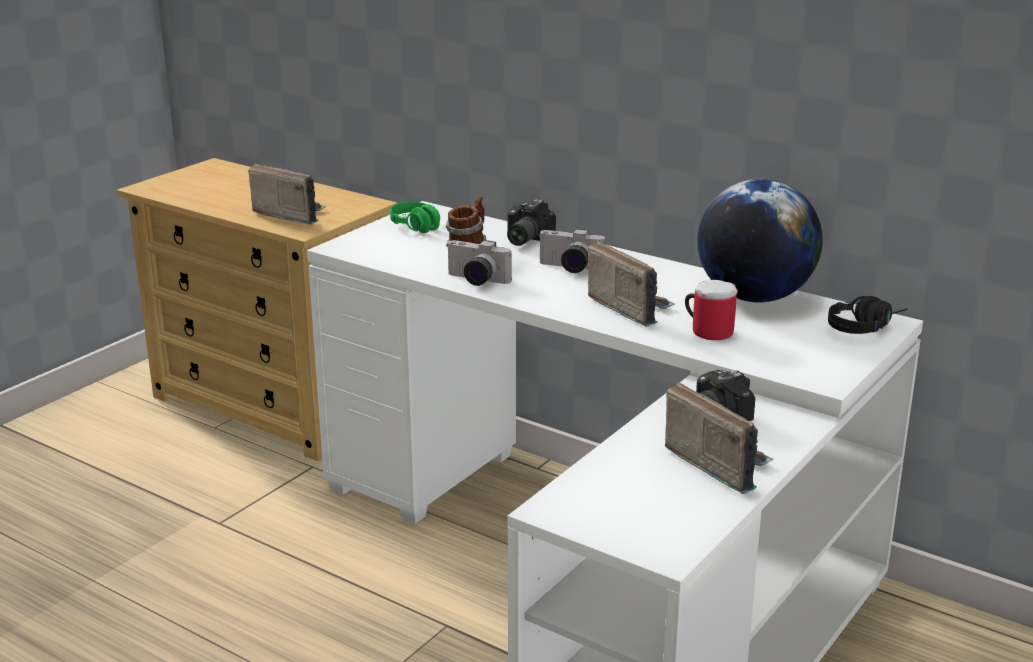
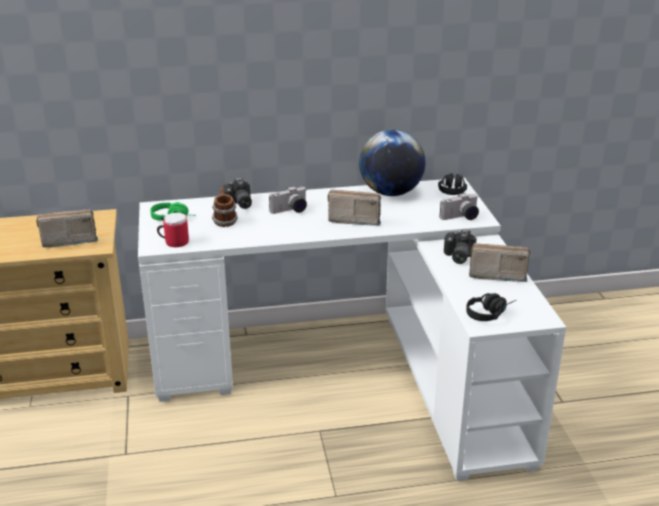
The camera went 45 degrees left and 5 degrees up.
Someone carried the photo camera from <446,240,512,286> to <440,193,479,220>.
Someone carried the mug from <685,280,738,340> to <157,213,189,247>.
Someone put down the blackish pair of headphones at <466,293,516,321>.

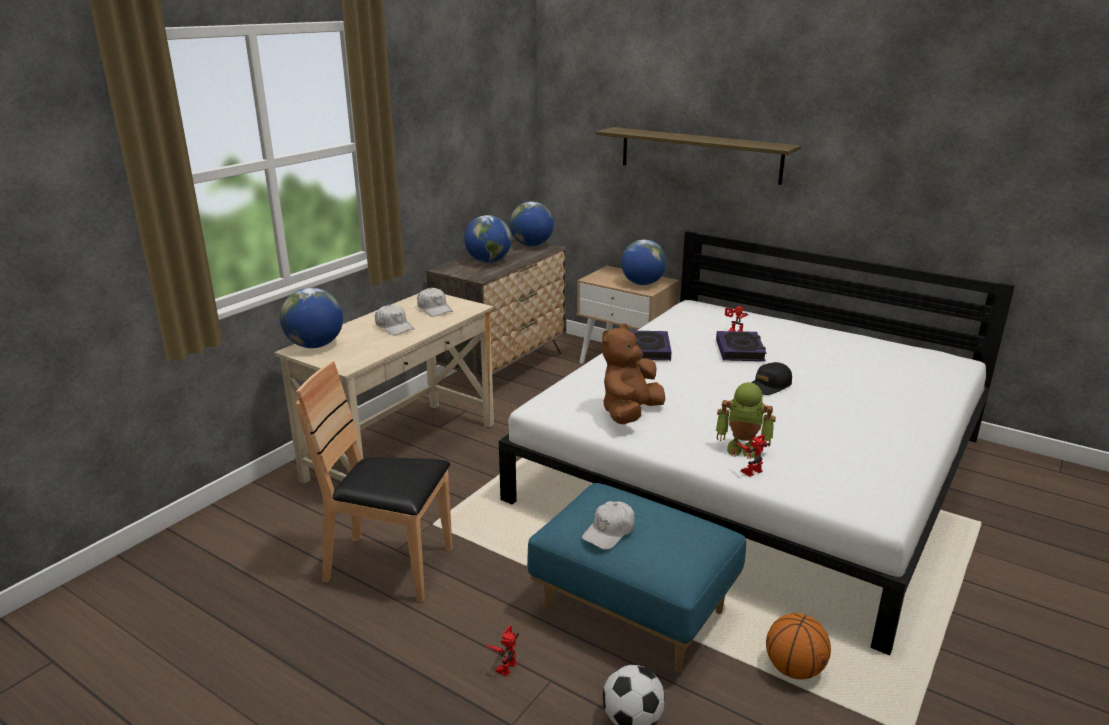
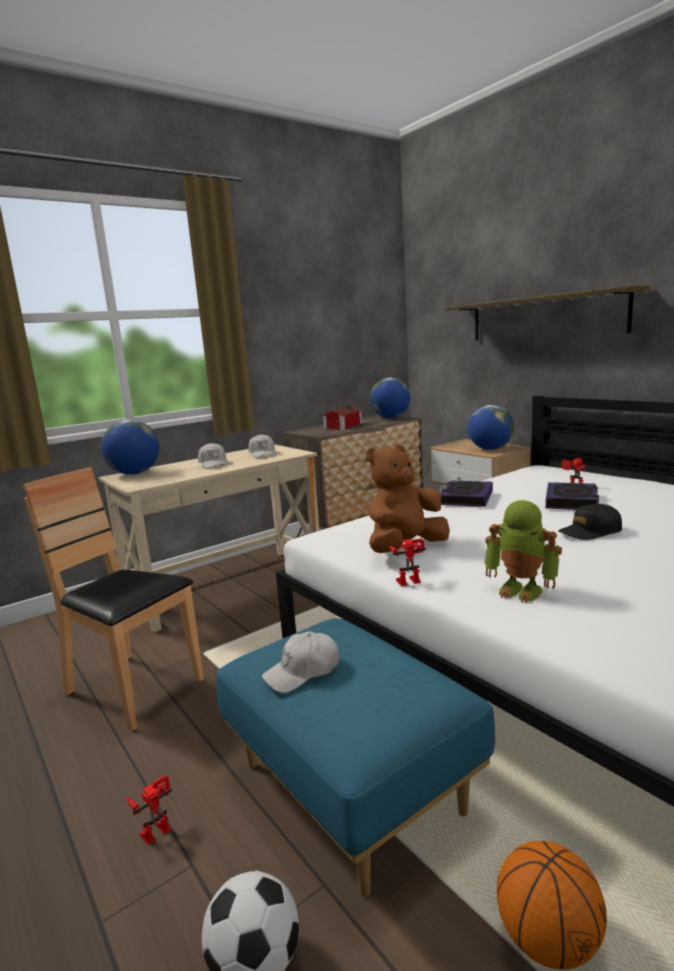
The camera went 20 degrees right and 10 degrees down.
Someone swapped the desk globe at <464,215,512,263> for the toy house at <321,404,363,430>.
Someone carried the robot figure from <737,434,769,477> to <390,539,426,586>.

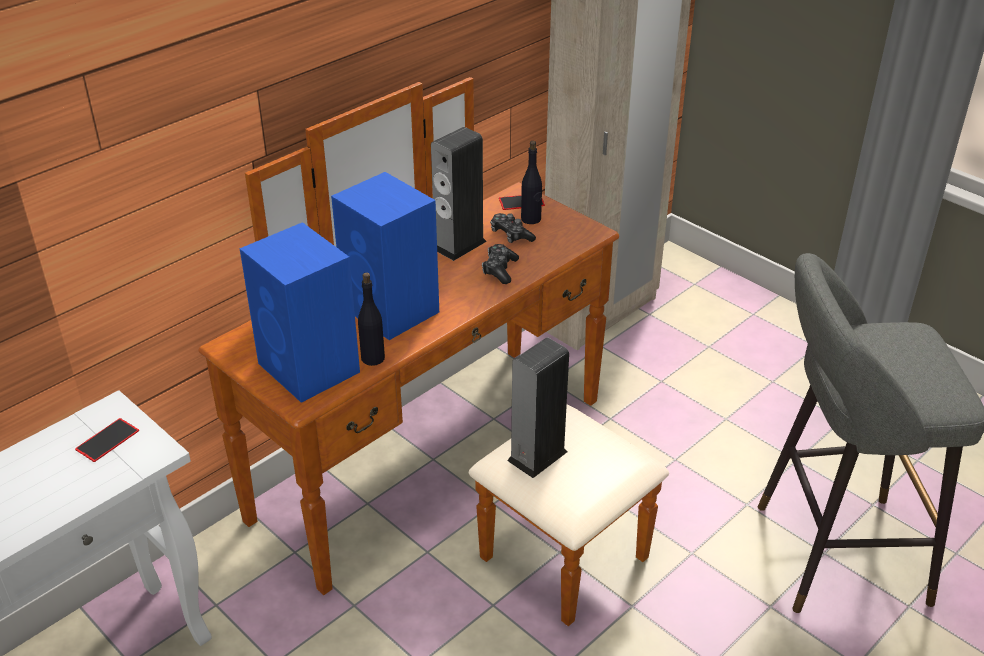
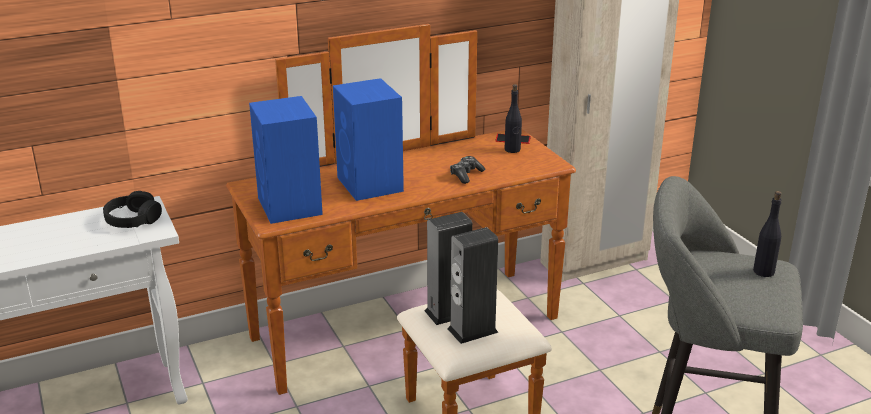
The camera went 20 degrees right and 10 degrees down.
Someone carried the audio speaker from <431,127,487,261> to <447,227,499,344>.
Someone took away the game controller at <490,213,536,243>.
Someone carried the blackish beverage bottle from <358,273,385,366> to <753,191,781,277>.
Someone swapped the handset at <75,418,139,462> for the blackish pair of headphones at <103,191,162,228>.

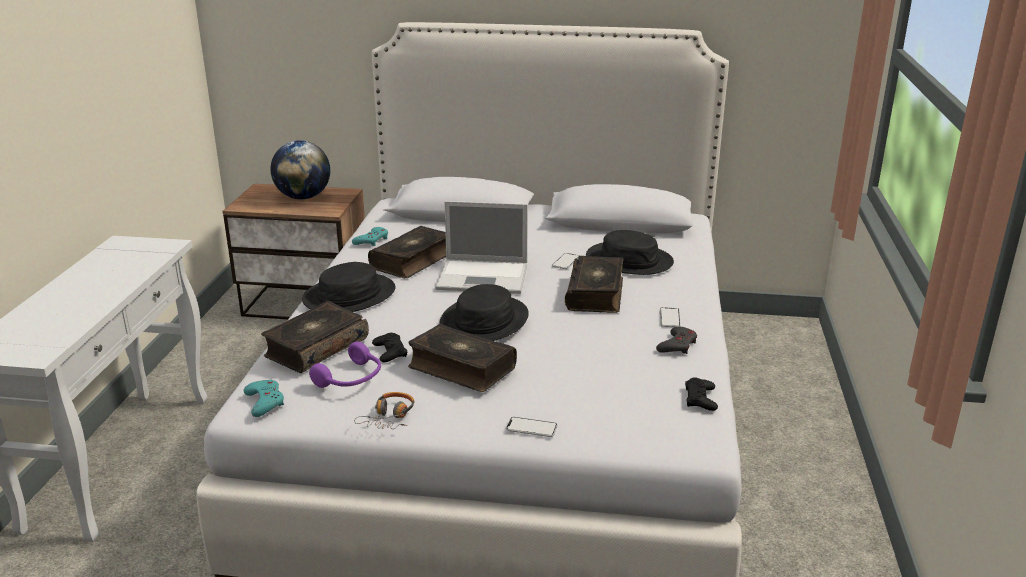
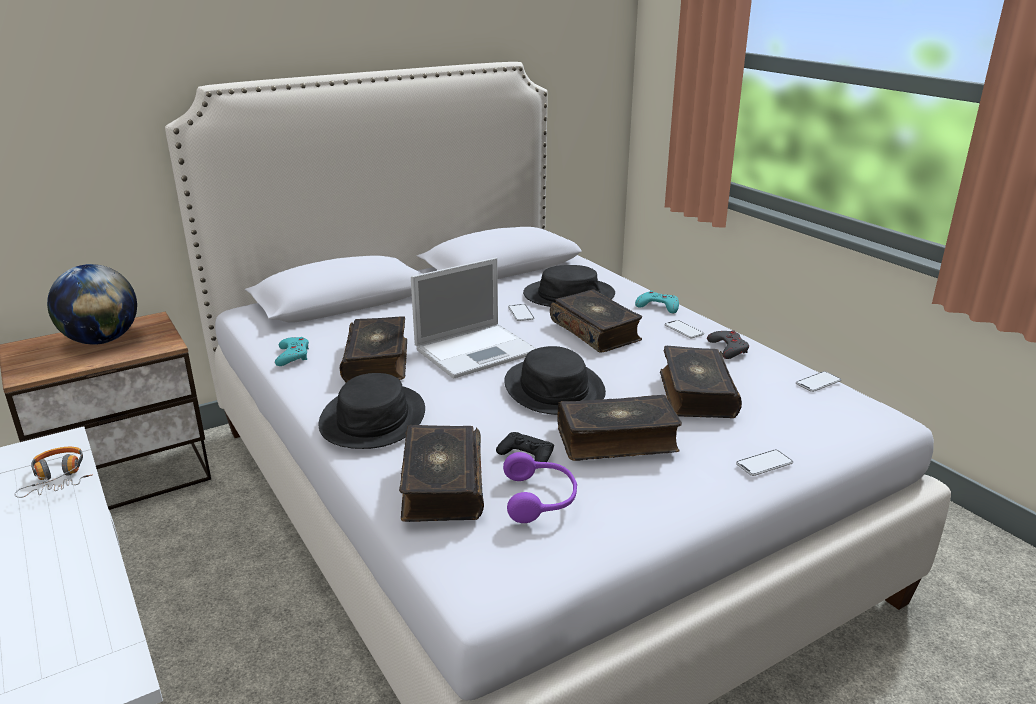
The camera went 40 degrees left and 0 degrees up.
Someone swapped the blackish game controller at <685,377,718,411> for the handset at <796,371,841,392>.
Someone carried the turquoise game controller from <244,380,284,417> to <635,290,679,313>.
Someone carried the pair of headphones from <354,392,414,429> to <14,447,93,498>.
Someone put down the book at <660,346,742,418>.

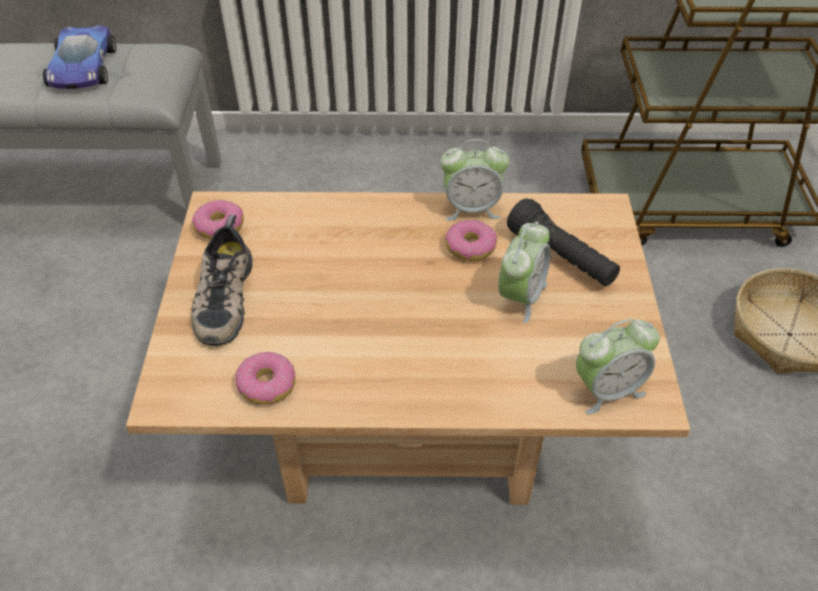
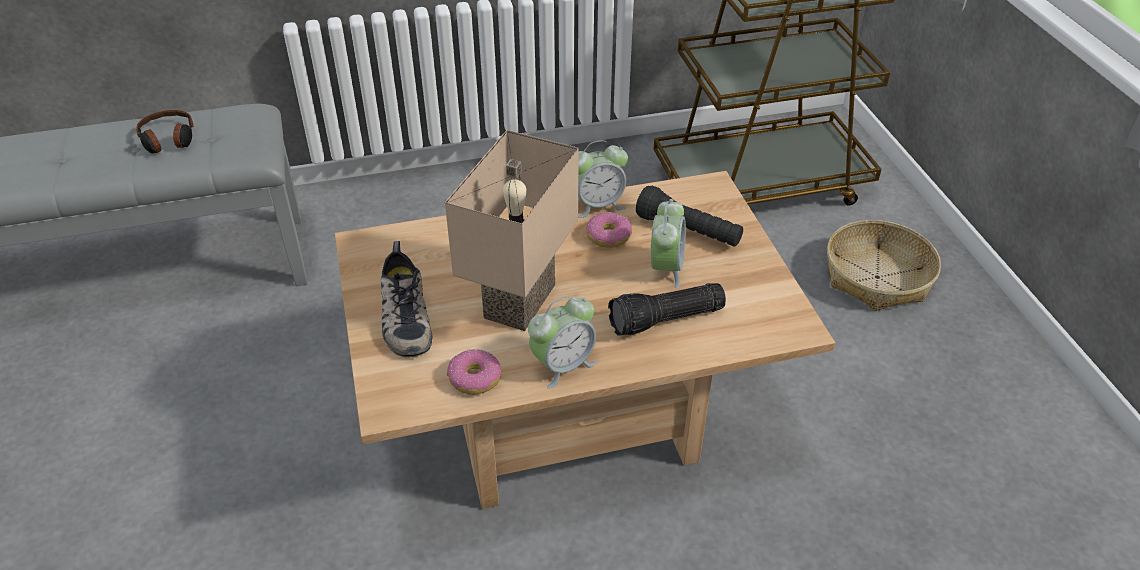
The camera went 15 degrees left and 5 degrees down.
Someone swapped the model car at <43,25,116,89> for the pair of headphones at <136,110,194,154>.
Someone took away the donut at <192,200,244,240>.
Someone carried the alarm clock from <576,319,660,414> to <528,296,597,389>.
Someone put down the beige-coloured lamp for a table at <445,130,579,331>.
Someone put down the flashlight at <608,283,726,336>.

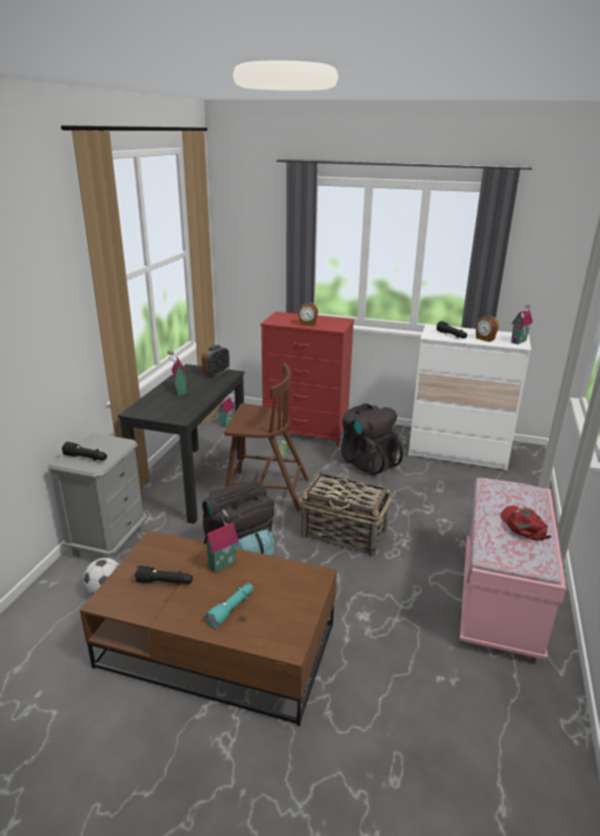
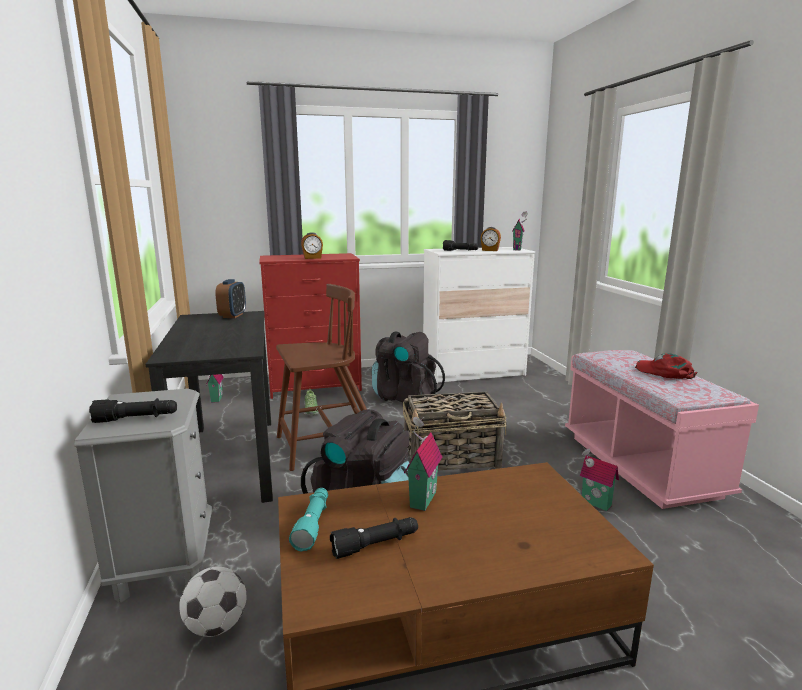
The camera went 30 degrees left and 10 degrees down.
Someone carried the toy house from <167,350,187,396> to <580,447,619,511>.
Someone carried the turquoise flashlight from <205,583,253,628> to <289,488,328,552>.

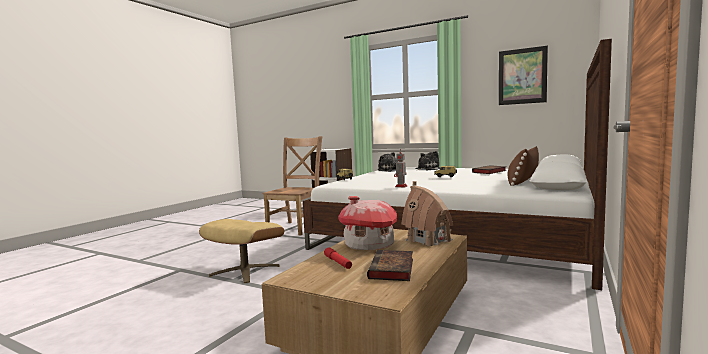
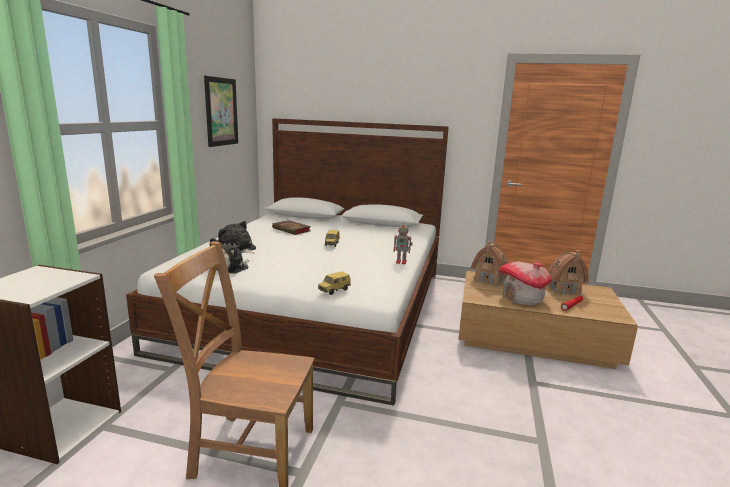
The camera went 105 degrees left and 10 degrees up.
Someone took away the brownish pillow at <507,146,539,186>.
Someone took away the beige-coloured ottoman at <199,219,285,283>.
Someone swapped the book at <367,250,413,281> for the toy house at <547,250,589,295>.

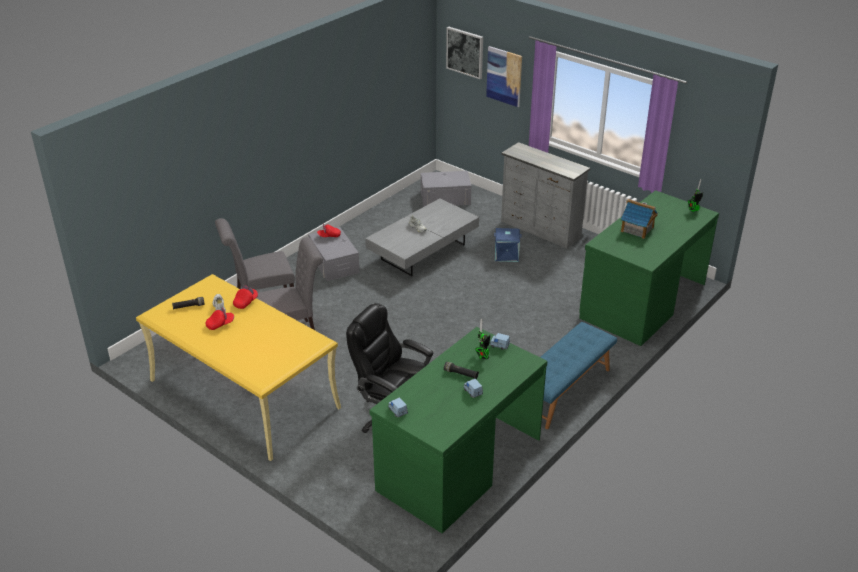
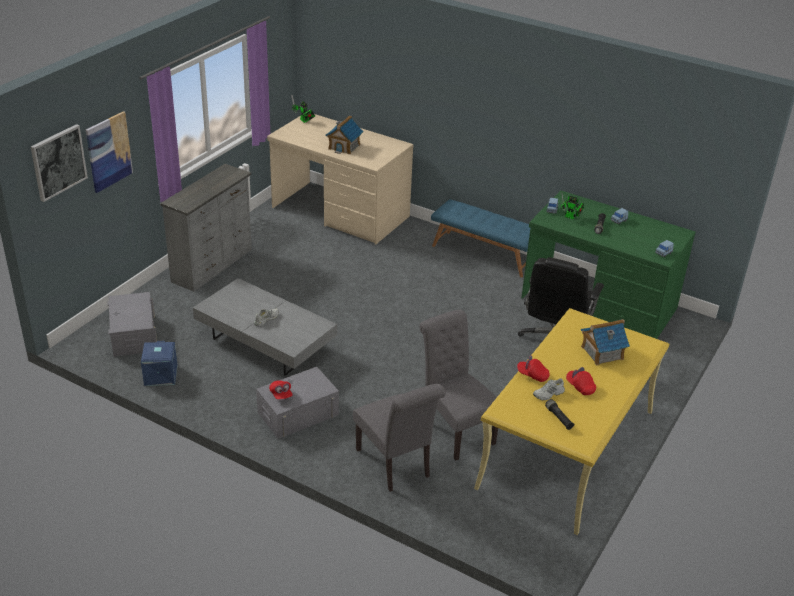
The camera went 100 degrees left and 0 degrees up.
Someone repainted the green desk unit at <579,190,719,346>, which became the beige-coloured desk unit at <267,114,413,245>.
Someone carried the blue-coloured storage container from <494,228,521,262> to <141,341,178,386>.
Someone put down the toy house at <581,319,630,366>.

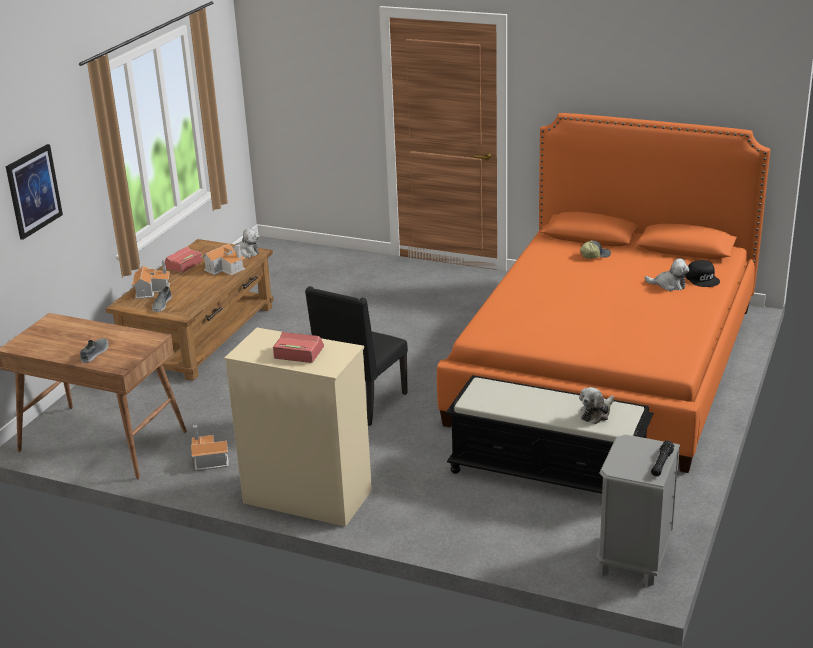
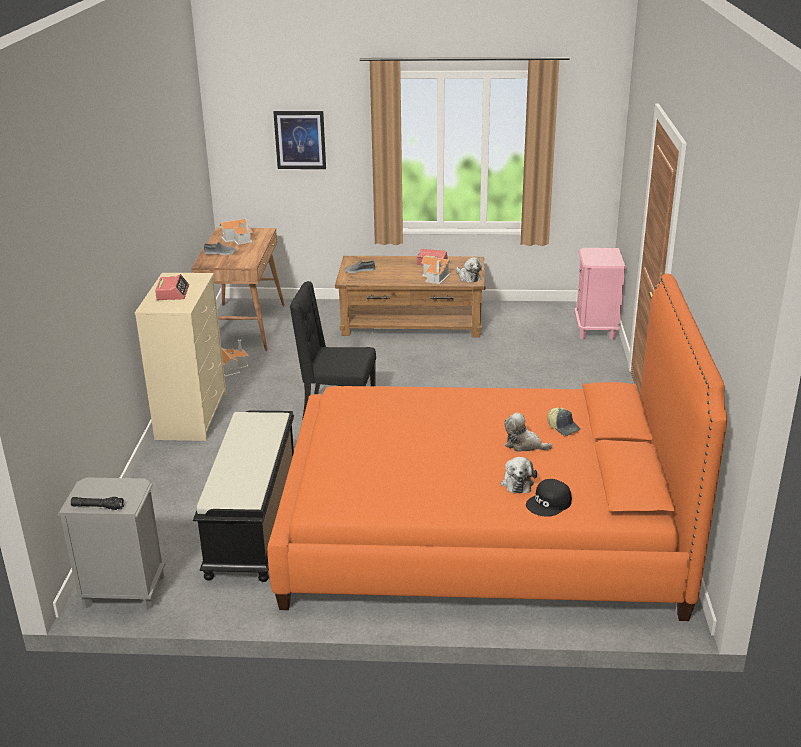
The camera went 70 degrees right and 0 degrees up.
Someone carried the toy house from <132,260,170,299> to <219,219,253,245>.
Someone carried the plush toy from <579,387,614,424> to <504,413,553,452>.
Someone put down the pink-coloured bedside table at <574,248,625,340>.

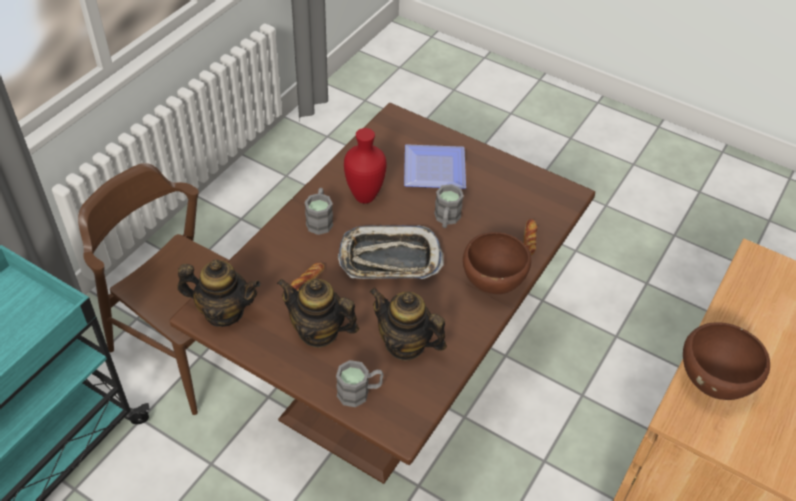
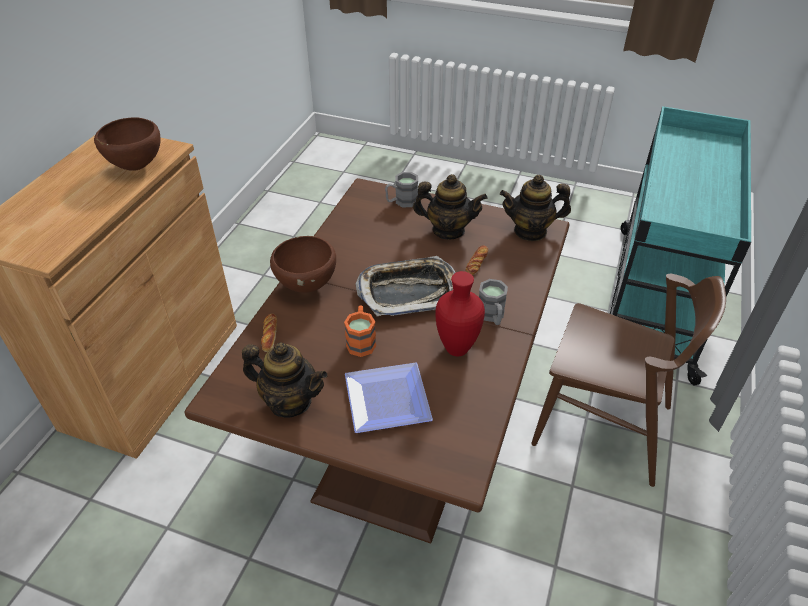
The camera went 170 degrees right and 5 degrees down.
Someone repainted the gray mug at <434,184,464,228>, which became the orange-coloured mug at <344,305,376,357>.
Someone carried the pot for tea from <370,288,447,361> to <242,342,328,418>.

